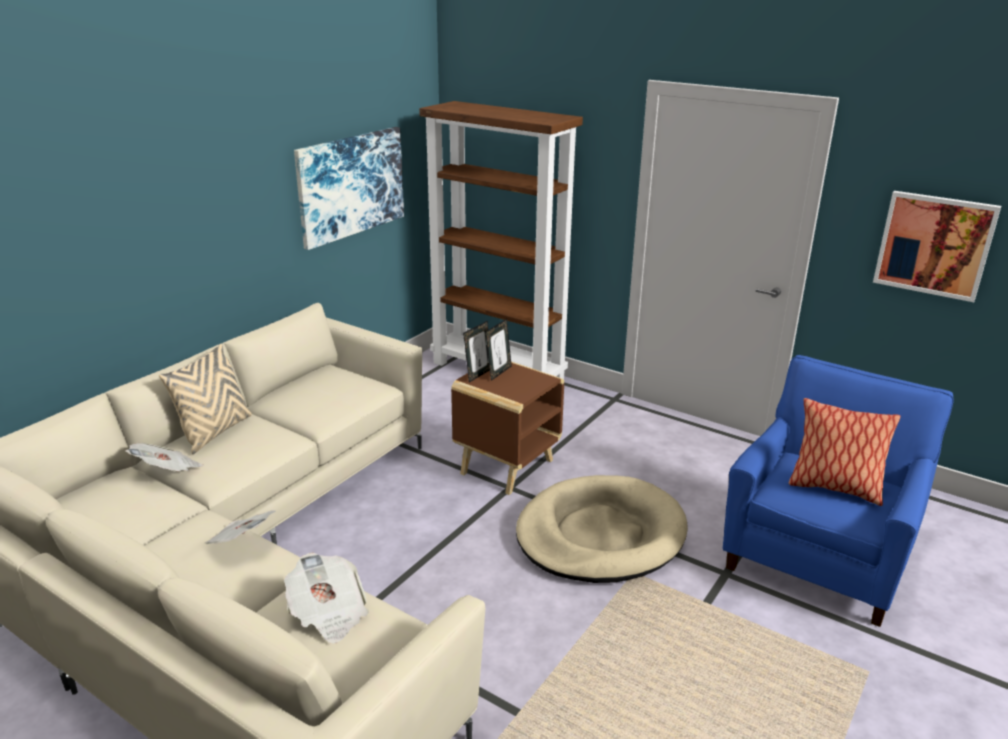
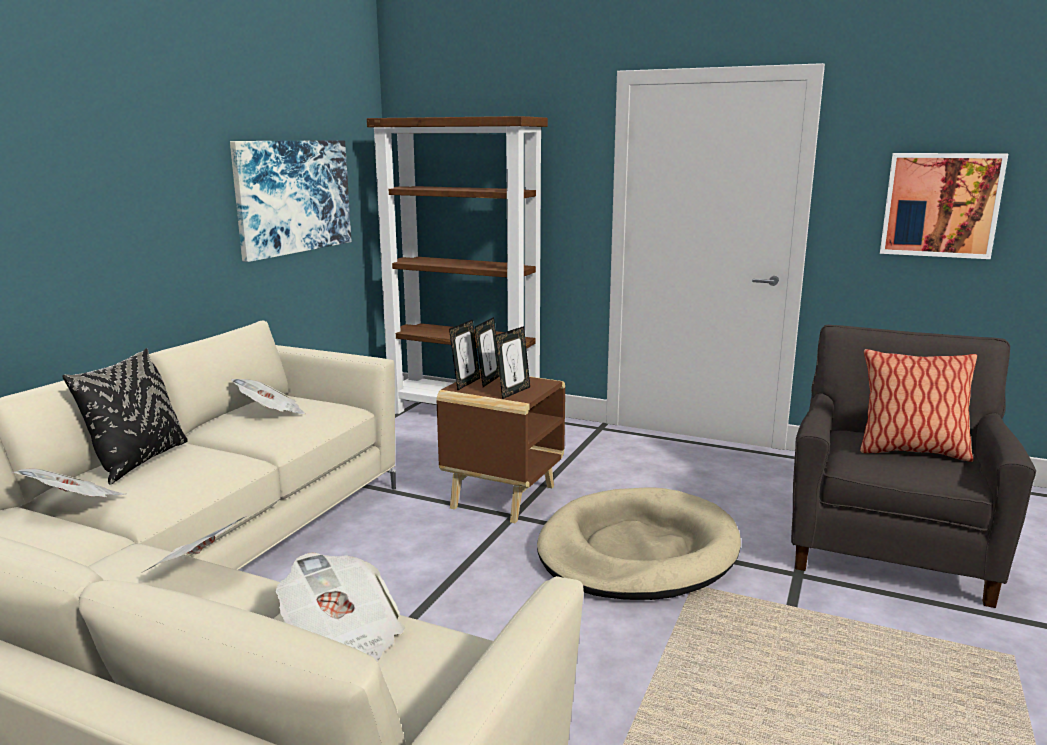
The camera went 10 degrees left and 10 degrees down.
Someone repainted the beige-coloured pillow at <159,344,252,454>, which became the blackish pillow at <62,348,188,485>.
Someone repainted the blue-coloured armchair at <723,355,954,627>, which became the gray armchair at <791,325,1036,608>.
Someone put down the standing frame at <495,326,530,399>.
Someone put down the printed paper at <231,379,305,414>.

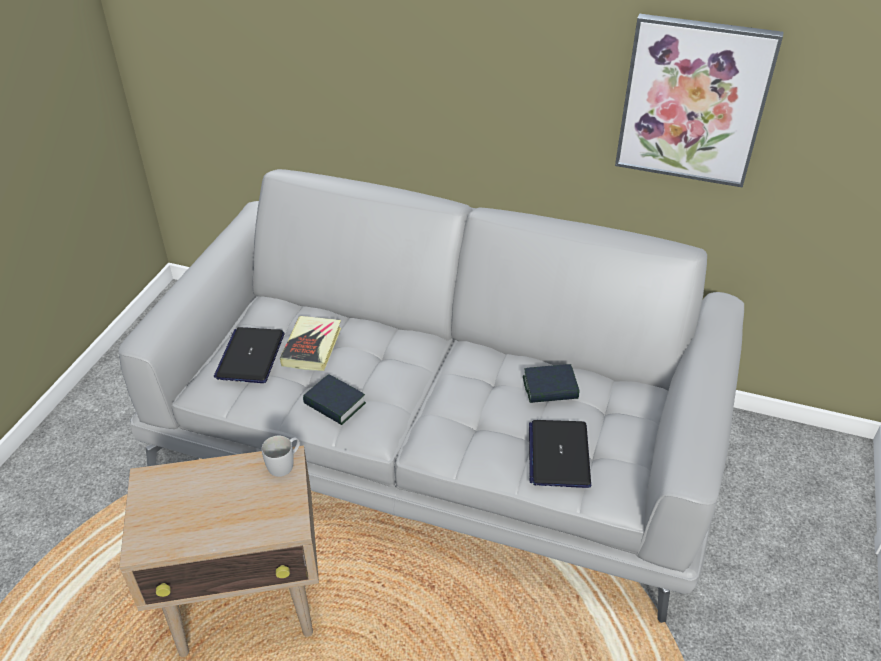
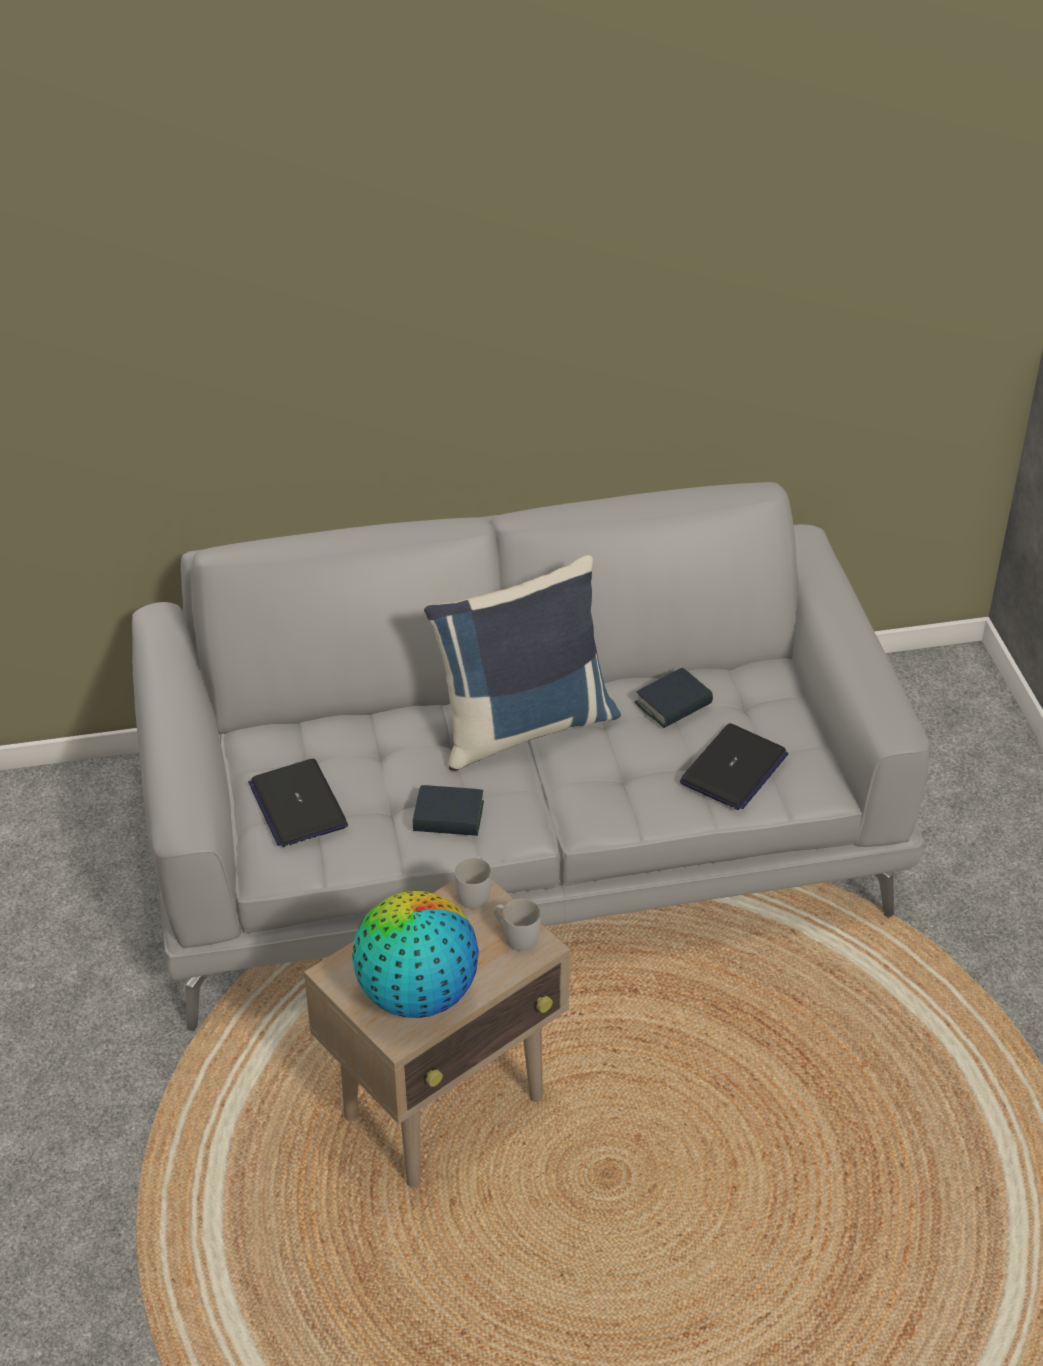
The camera went 30 degrees left and 0 degrees up.
Someone took away the wall picture at <615,14,784,188>.
Someone took away the book at <280,316,341,371>.
Someone rotated the notebook computer at <529,420,591,488> by 120 degrees counterclockwise.
Someone put down the blue-coloured pillow at <424,555,621,771>.
Someone put down the desk globe at <352,891,479,1018>.
Someone put down the white-coloured mug at <494,899,541,951>.

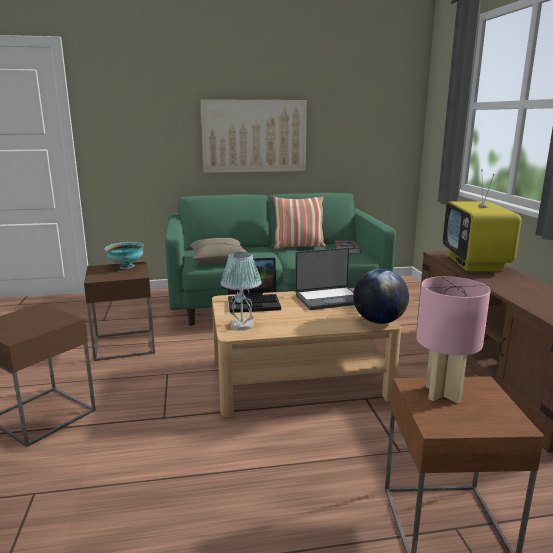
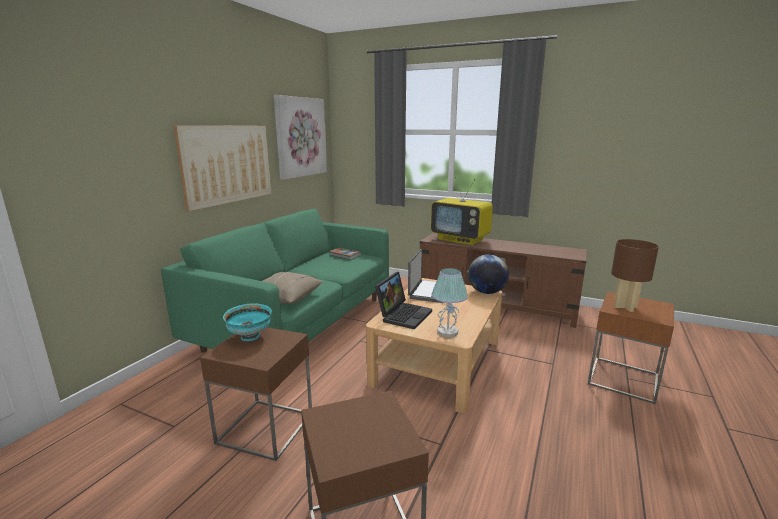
The camera went 55 degrees left and 0 degrees up.
Someone took away the pillow at <273,196,326,249>.
Someone repainted the pink-coloured lamp for a table at <416,276,491,403>, which became the brownish lamp for a table at <611,239,659,312>.
Someone put up the wall picture at <274,95,327,180>.

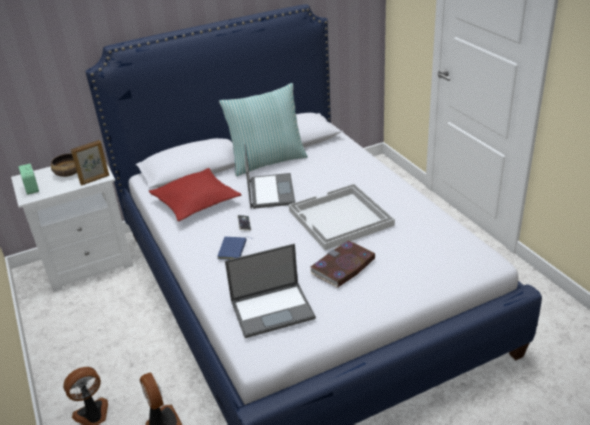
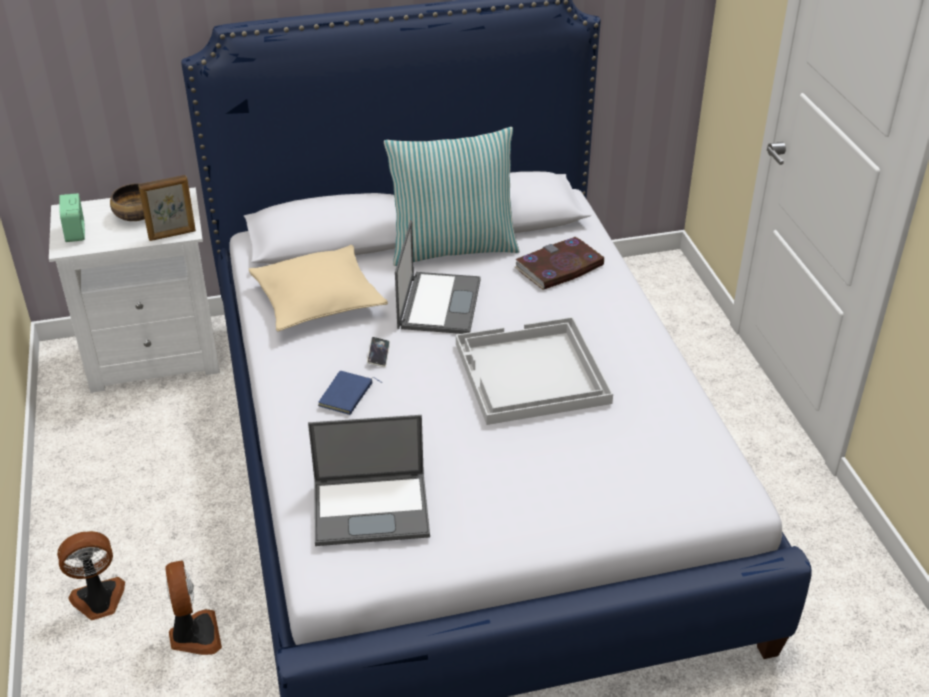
The camera went 10 degrees right and 5 degrees up.
Someone repainted the reddish pillow at <149,168,241,221>, which became the beige-coloured pillow at <249,245,388,331>.
Someone carried the book from <310,241,375,288> to <514,237,605,290>.

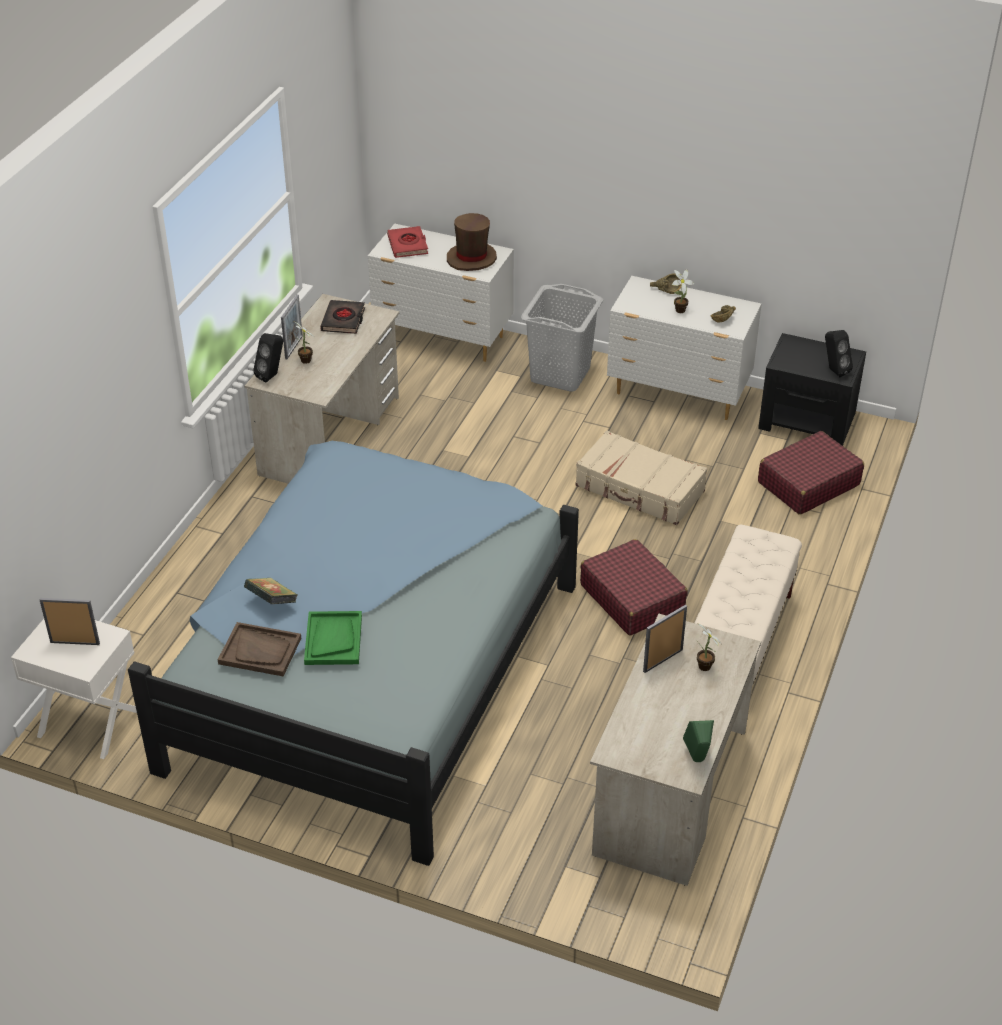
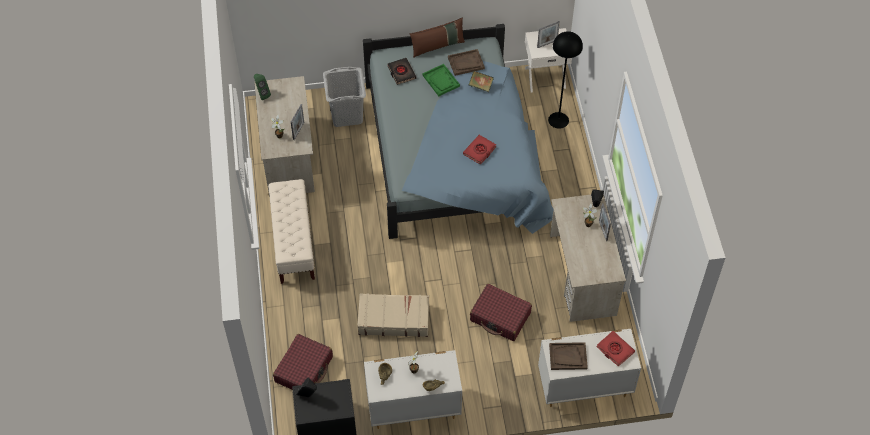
The camera went 150 degrees right and 15 degrees up.
Someone swapped the brownish clothing hat at <447,213,497,271> for the brownish serving tray at <549,342,588,370>.
Someone carried the gray washing basket from <521,284,603,392> to <323,67,366,127>.
Someone carried the blackish book from <320,300,365,334> to <388,58,416,85>.
Someone carried the reddish piece of luggage from <580,539,688,636> to <470,284,532,341>.
Someone put down the brownish pillow at <410,18,465,58>.
Someone put down the blackish standard lamp at <548,31,583,129>.
Someone put down the reddish book at <463,135,496,165>.

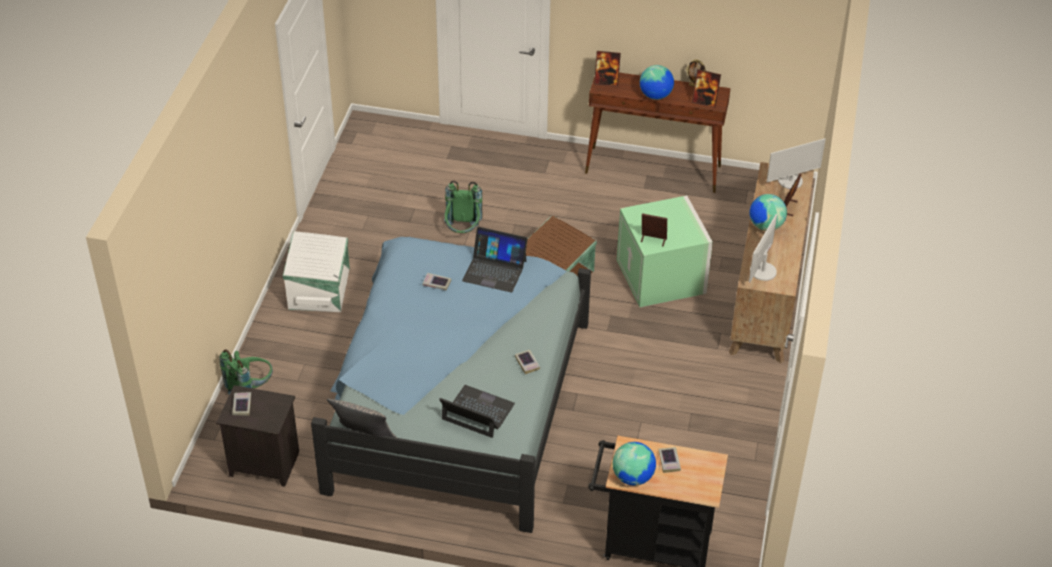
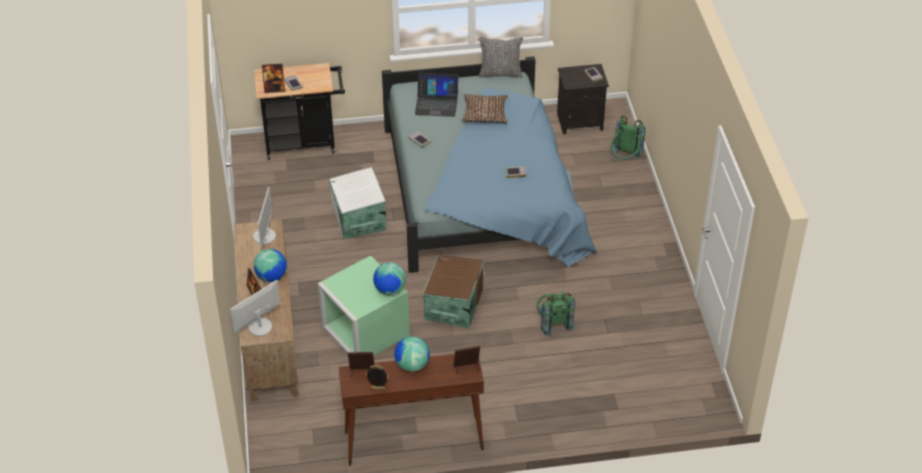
The camera went 160 degrees right and 0 degrees up.
Someone carried the standing frame from <641,213,667,246> to <262,64,285,93>.
Someone took away the notebook computer at <462,227,528,292>.
Someone carried the white-coloured storage container from <283,231,350,312> to <329,167,387,239>.
Someone carried the desk globe from <612,442,656,486> to <373,262,406,295>.
Someone put down the brownish pillow at <461,94,508,123>.

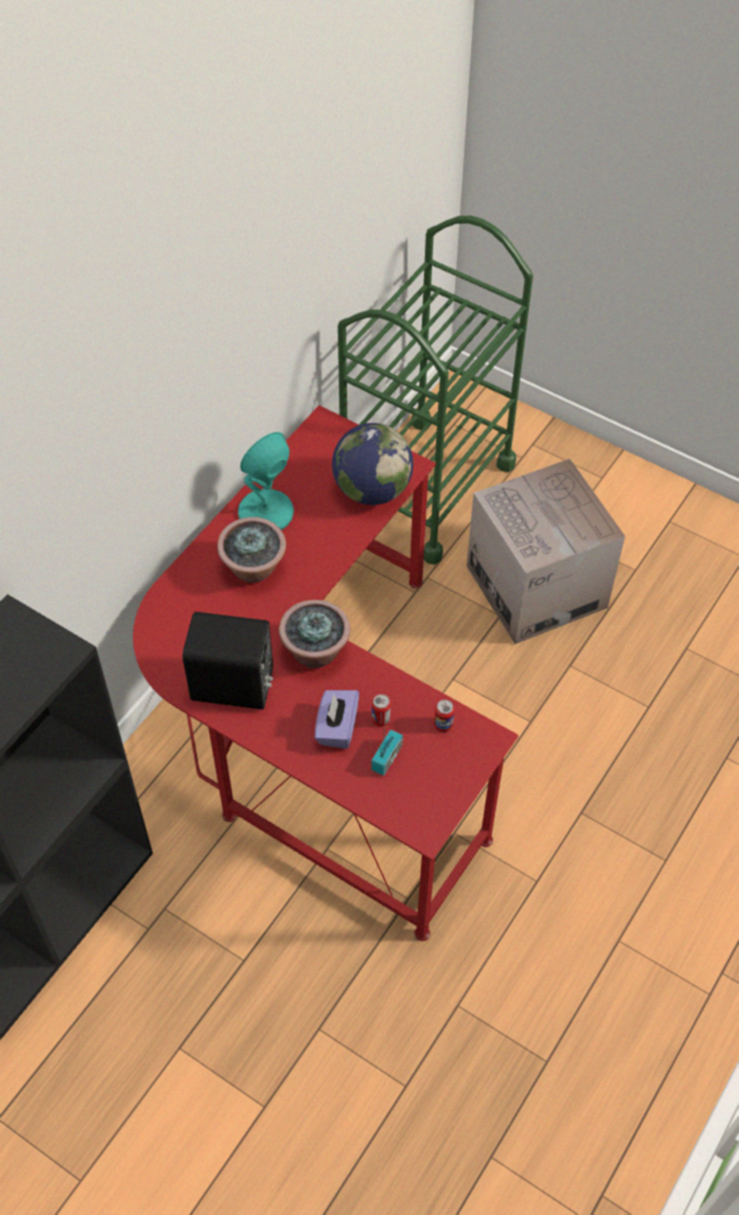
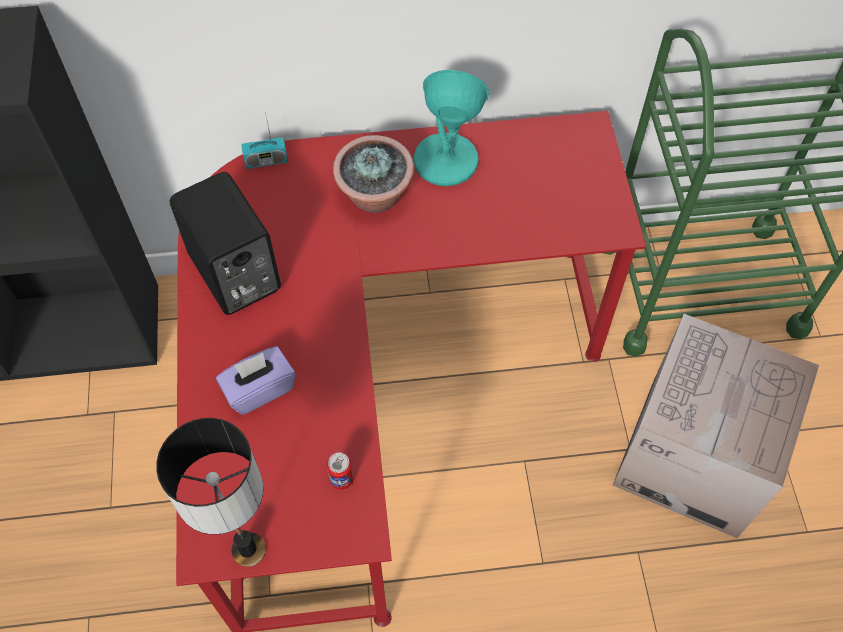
The camera went 50 degrees right and 5 degrees up.
Someone took away the desk globe at <332,423,413,505>.
Someone took away the potted plant at <279,600,350,668>.
Someone took away the metal can at <371,694,391,727>.
Someone carried the radio set from <371,718,403,776> to <241,112,288,169>.
Someone put down the lamp for a table at <156,418,266,567>.

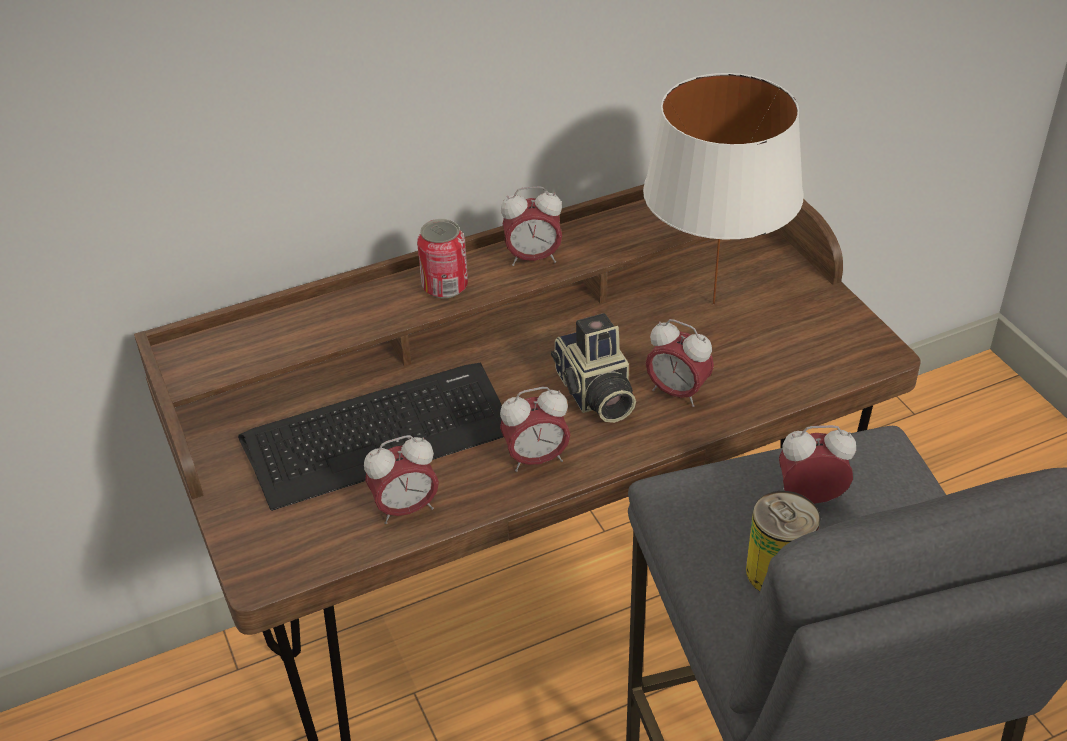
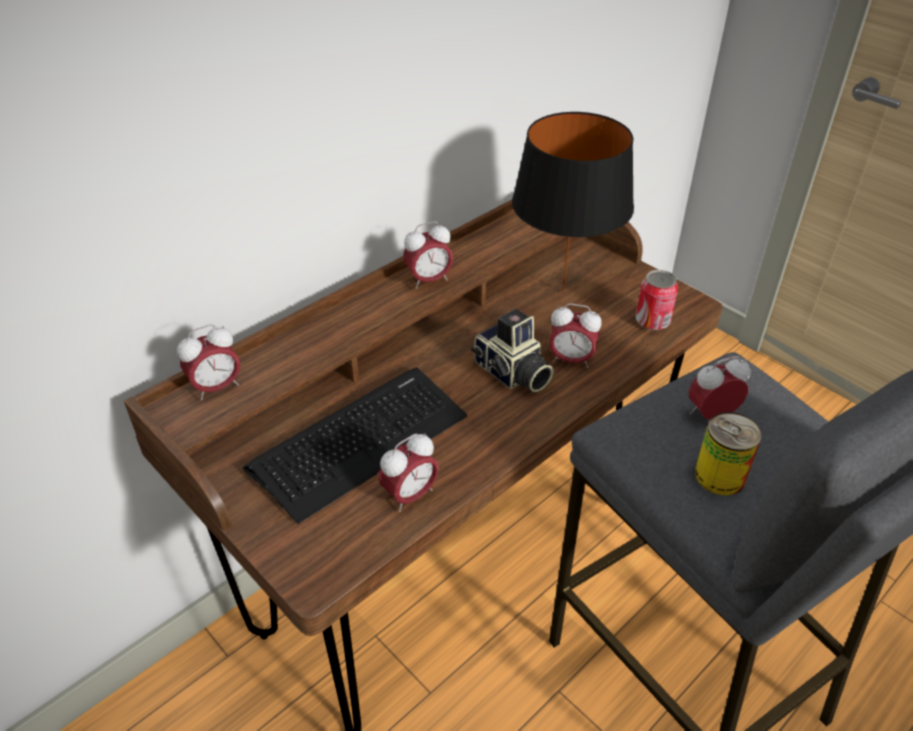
The camera went 20 degrees left and 0 degrees up.
Someone repainted the white-coloured lamp for a table at <643,73,804,304>, which became the blackish lamp for a table at <512,112,634,292>.
Someone carried the metal can from <417,219,468,298> to <635,270,678,330>.
Someone carried the alarm clock from <500,387,570,472> to <177,324,240,400>.

